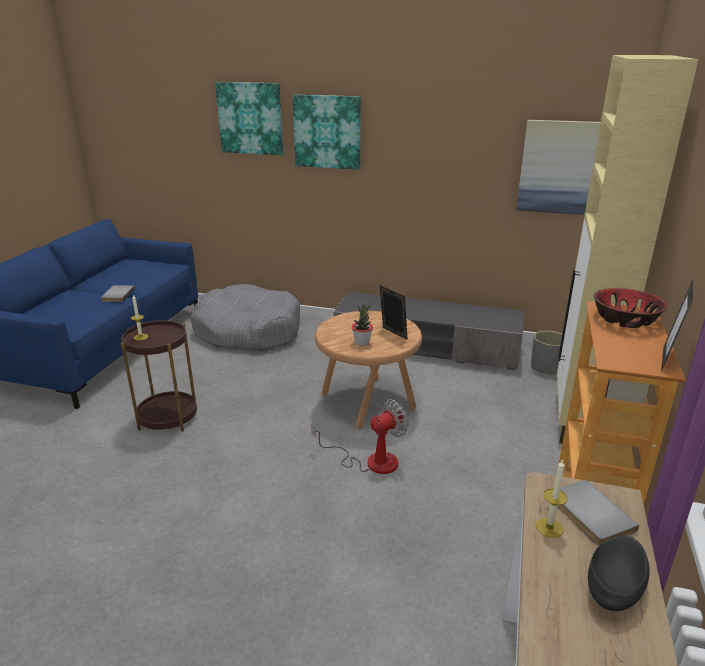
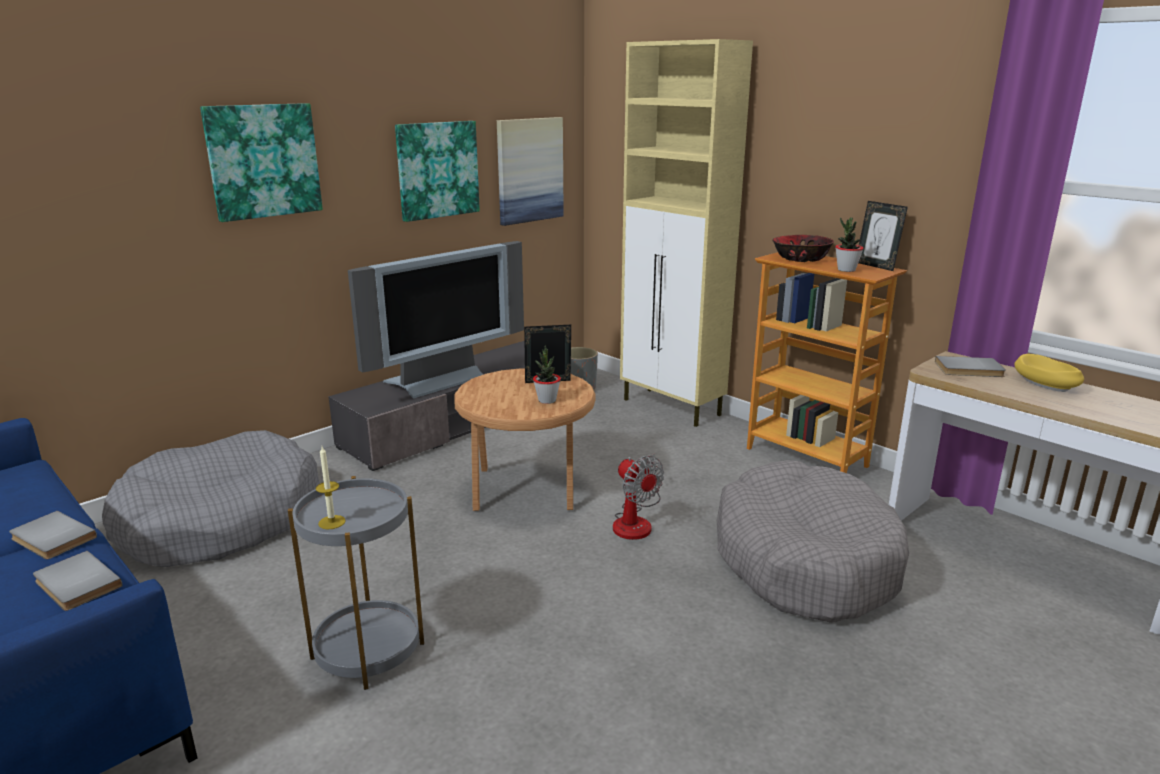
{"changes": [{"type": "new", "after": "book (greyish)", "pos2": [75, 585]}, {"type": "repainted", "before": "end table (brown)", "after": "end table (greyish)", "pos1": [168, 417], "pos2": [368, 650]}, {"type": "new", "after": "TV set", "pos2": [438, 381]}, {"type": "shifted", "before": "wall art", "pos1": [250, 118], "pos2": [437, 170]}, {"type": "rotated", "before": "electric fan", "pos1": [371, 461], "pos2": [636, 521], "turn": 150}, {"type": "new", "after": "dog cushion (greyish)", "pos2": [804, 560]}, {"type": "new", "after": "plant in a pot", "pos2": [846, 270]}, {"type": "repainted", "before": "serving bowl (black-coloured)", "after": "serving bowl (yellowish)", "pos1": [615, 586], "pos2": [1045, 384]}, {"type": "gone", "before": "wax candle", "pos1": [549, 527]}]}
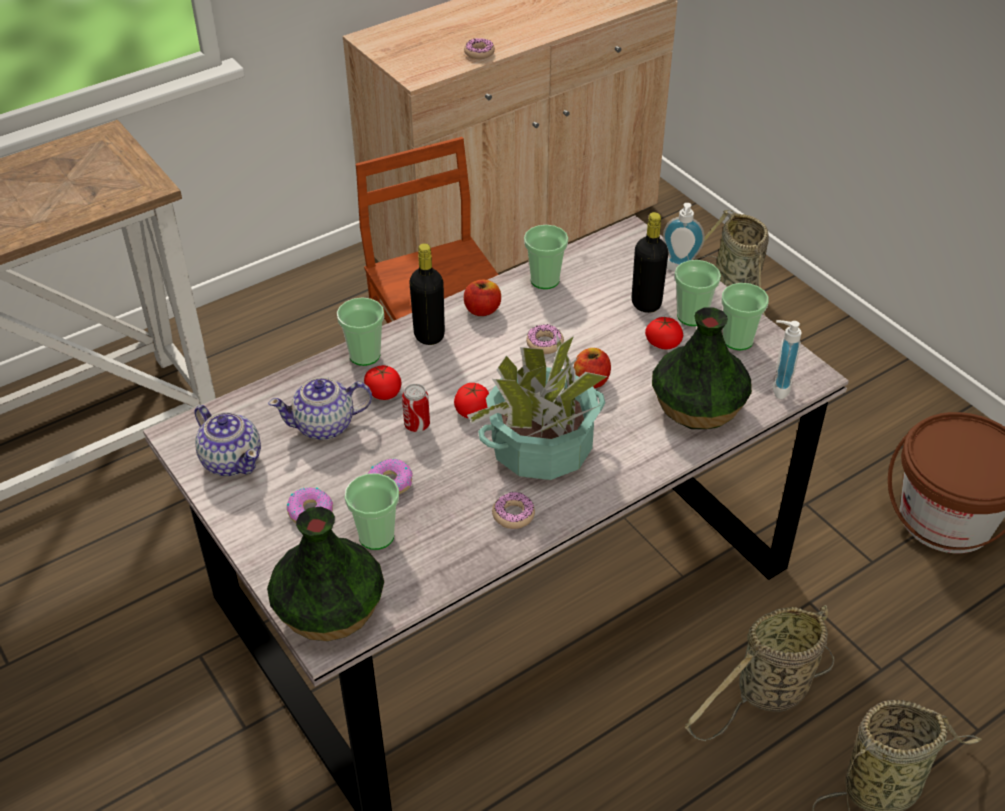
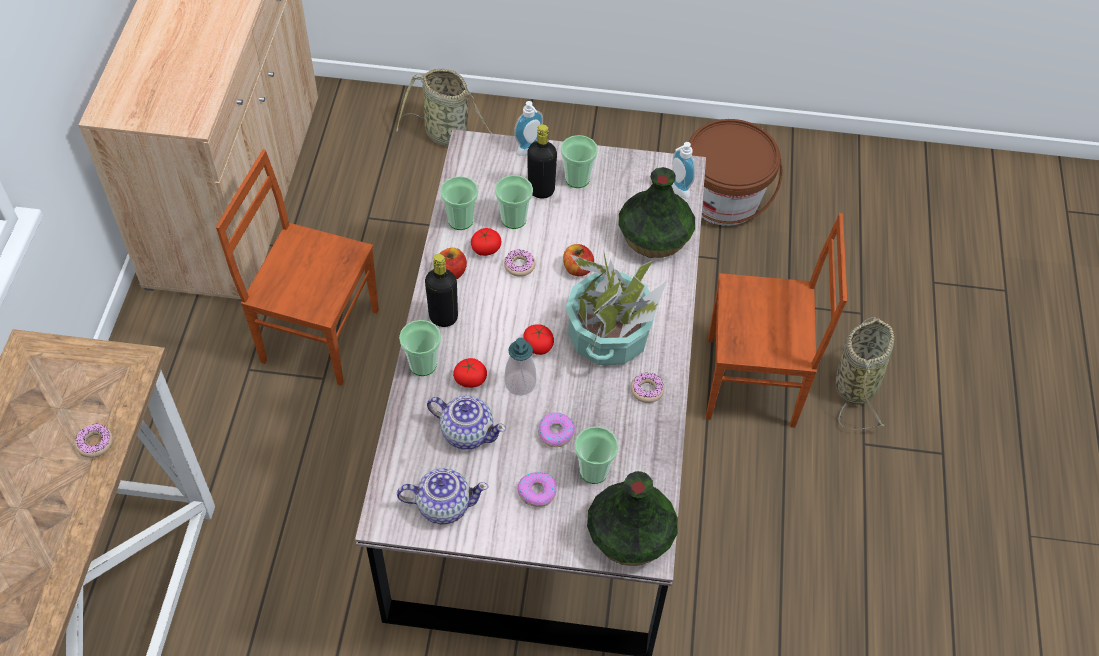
{"changes": [{"type": "shifted", "before": "ring doughnut", "pos1": [479, 53], "pos2": [95, 443]}, {"type": "rotated", "before": "tea pot", "pos1": [325, 425], "pos2": [467, 432], "turn": -90}, {"type": "shifted", "before": "fresh tomato", "pos1": [663, 343], "pos2": [486, 248]}, {"type": "shifted", "before": "cup", "pos1": [738, 340], "pos2": [513, 219]}, {"type": "swapped", "before": "can", "after": "soap bottle", "pos1": [417, 425], "pos2": [520, 383]}, {"type": "swapped", "before": "household basket", "after": "upright chair (brown)", "pos1": [768, 694], "pos2": [753, 383]}]}
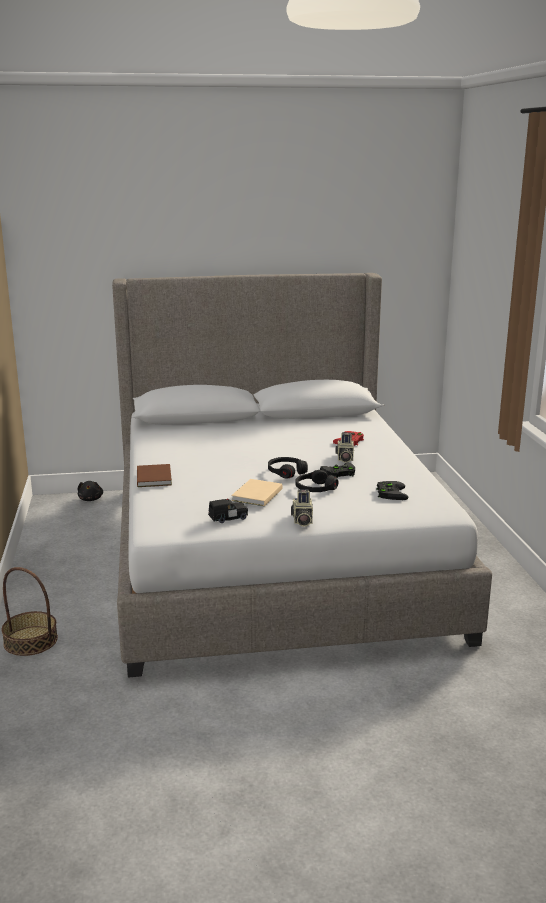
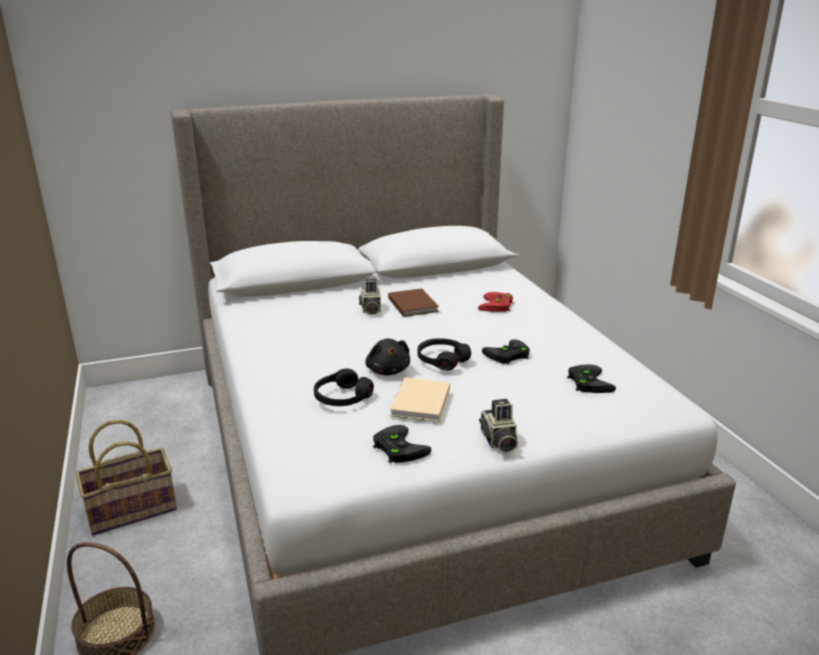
{"changes": [{"type": "new", "after": "household basket", "pos2": [132, 509]}, {"type": "shifted", "before": "pair of headphones (black-coloured)", "pos1": [315, 489], "pos2": [342, 397]}, {"type": "shifted", "before": "photo camera", "pos1": [344, 458], "pos2": [370, 310]}, {"type": "shifted", "before": "plush toy (black-coloured)", "pos1": [91, 499], "pos2": [388, 370]}, {"type": "swapped", "before": "toy car (black-coloured)", "after": "joypad (black-coloured)", "pos1": [229, 518], "pos2": [397, 448]}, {"type": "shifted", "before": "book (brown)", "pos1": [154, 477], "pos2": [413, 304]}]}
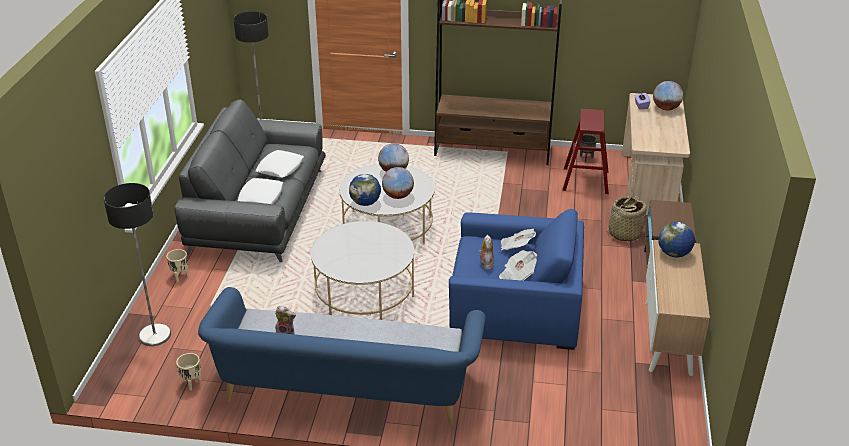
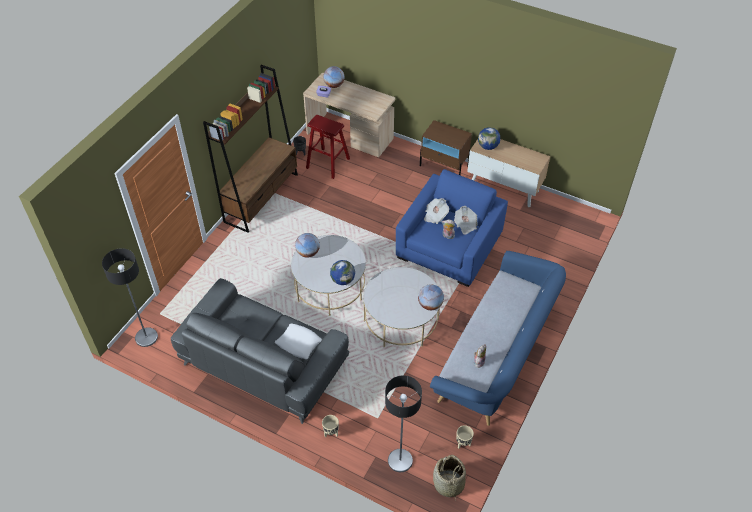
{"changes": [{"type": "shifted", "before": "desk globe", "pos1": [398, 196], "pos2": [430, 305]}, {"type": "shifted", "before": "household basket", "pos1": [624, 234], "pos2": [448, 484]}, {"type": "gone", "before": "cushion (white)", "pos1": [280, 168]}]}
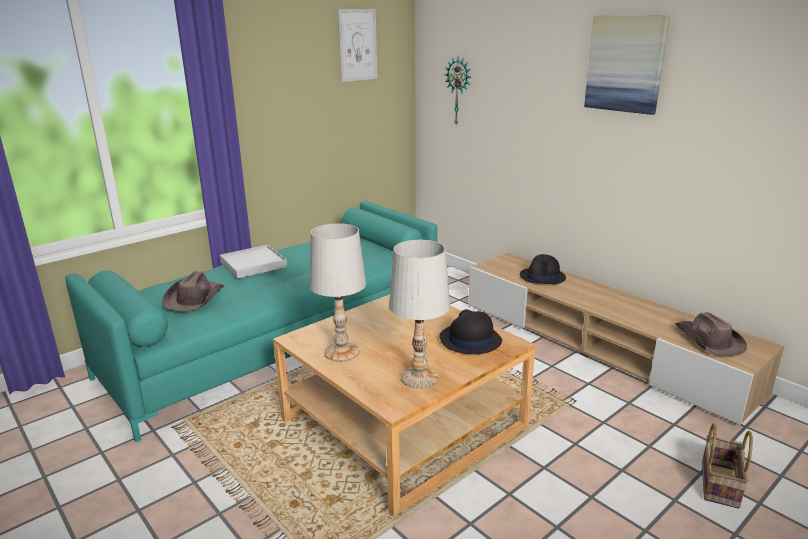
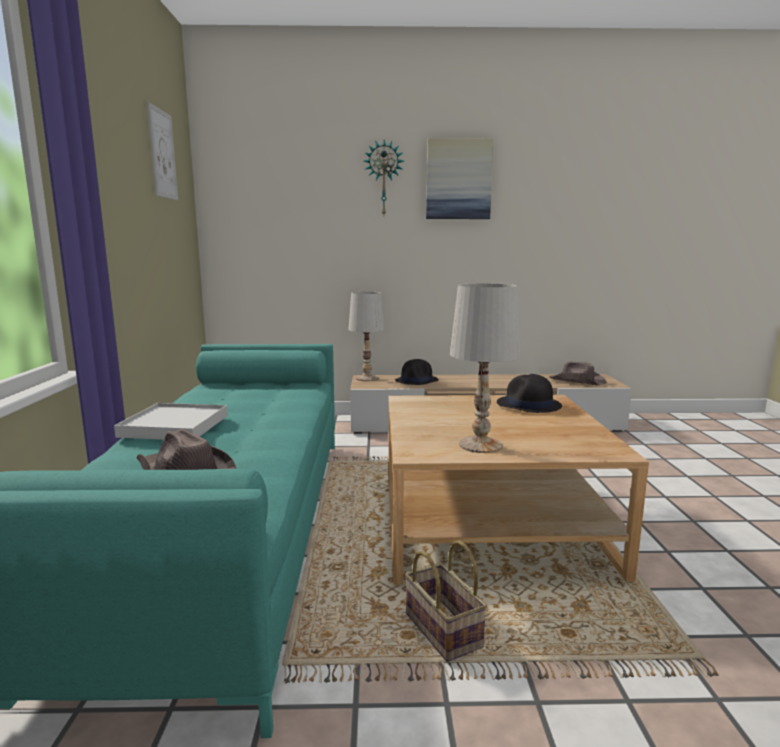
{"changes": [{"type": "shifted", "before": "table lamp (white)", "pos1": [419, 378], "pos2": [367, 378]}, {"type": "shifted", "before": "clock on the wall", "pos1": [459, 91], "pos2": [383, 178]}, {"type": "shifted", "before": "household basket", "pos1": [718, 483], "pos2": [440, 630]}]}
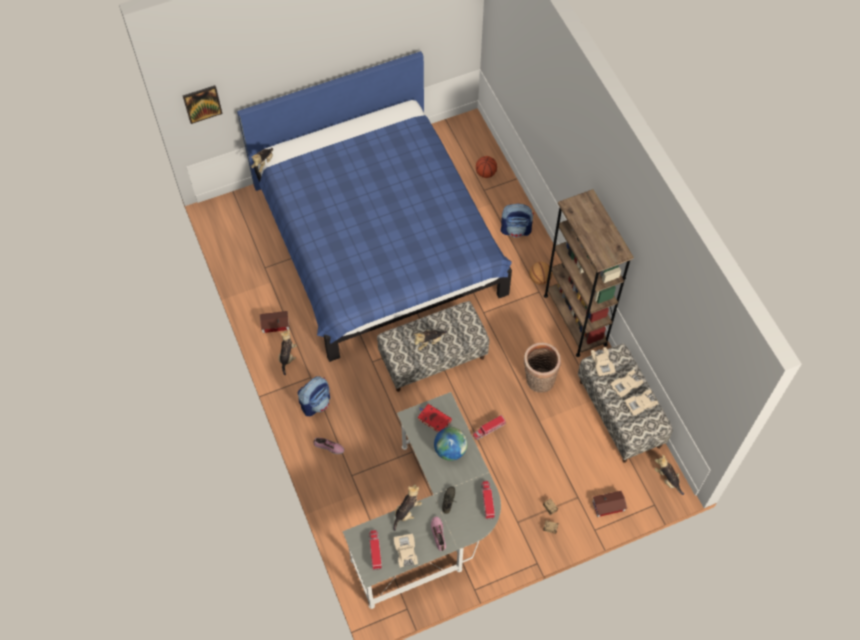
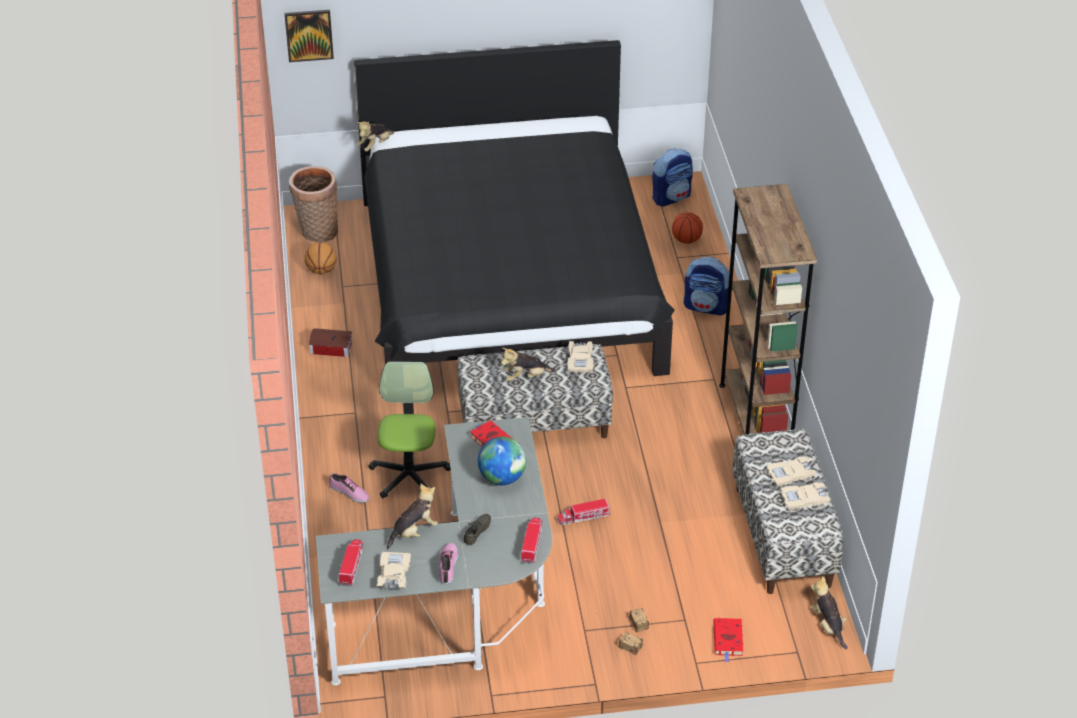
{"changes": [{"type": "shifted", "before": "household basket", "pos1": [538, 381], "pos2": [317, 232]}, {"type": "shifted", "before": "basketball", "pos1": [539, 279], "pos2": [321, 270]}, {"type": "repainted", "before": "sleeping bed (blue)", "after": "sleeping bed (black-coloured)", "pos1": [378, 241], "pos2": [507, 285]}, {"type": "new", "after": "desk chair", "pos2": [409, 475]}, {"type": "shifted", "before": "toy car (beige-coloured)", "pos1": [602, 364], "pos2": [580, 361]}, {"type": "shifted", "before": "knapsack", "pos1": [316, 403], "pos2": [671, 197]}, {"type": "swapped", "before": "model house", "after": "book (red-coloured)", "pos1": [609, 506], "pos2": [728, 640]}, {"type": "gone", "before": "plush toy", "pos1": [287, 356]}]}
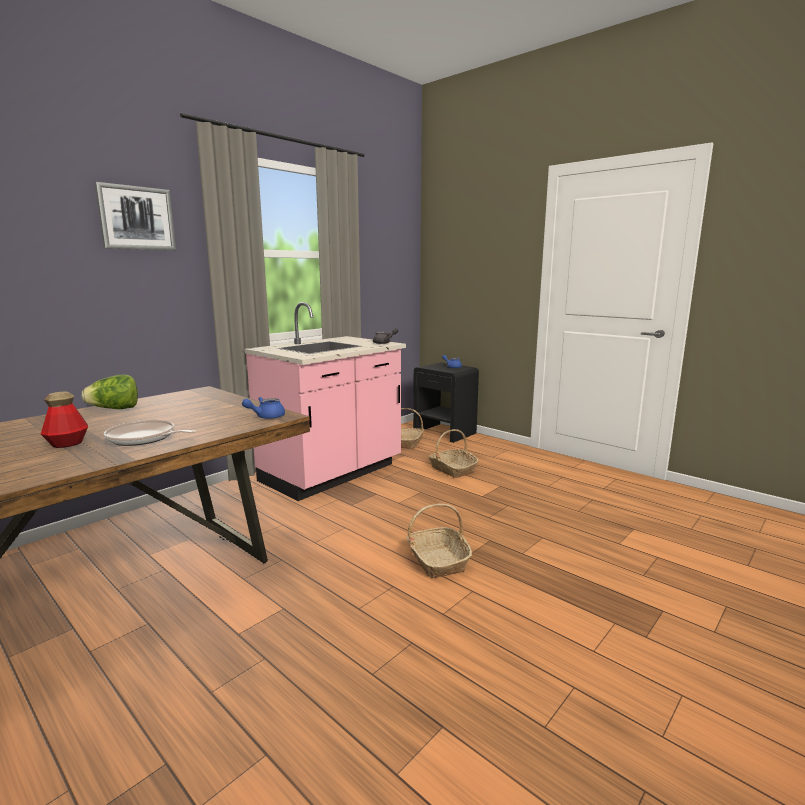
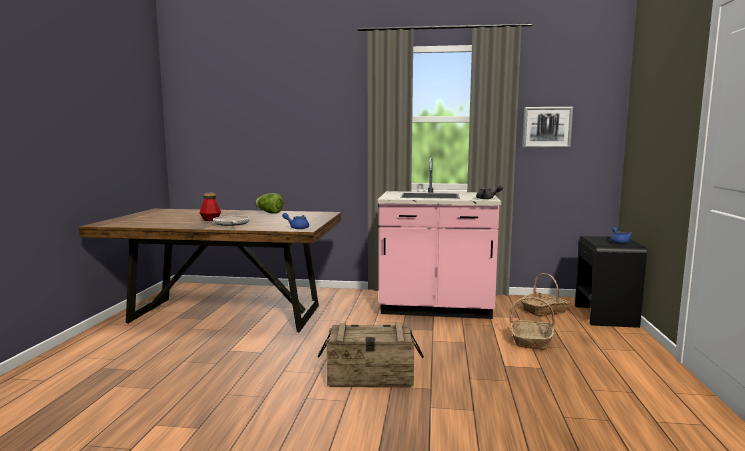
{"changes": [{"type": "swapped", "before": "household basket", "after": "crate", "pos1": [437, 560], "pos2": [370, 377]}, {"type": "shifted", "before": "wall art", "pos1": [136, 218], "pos2": [547, 127]}]}
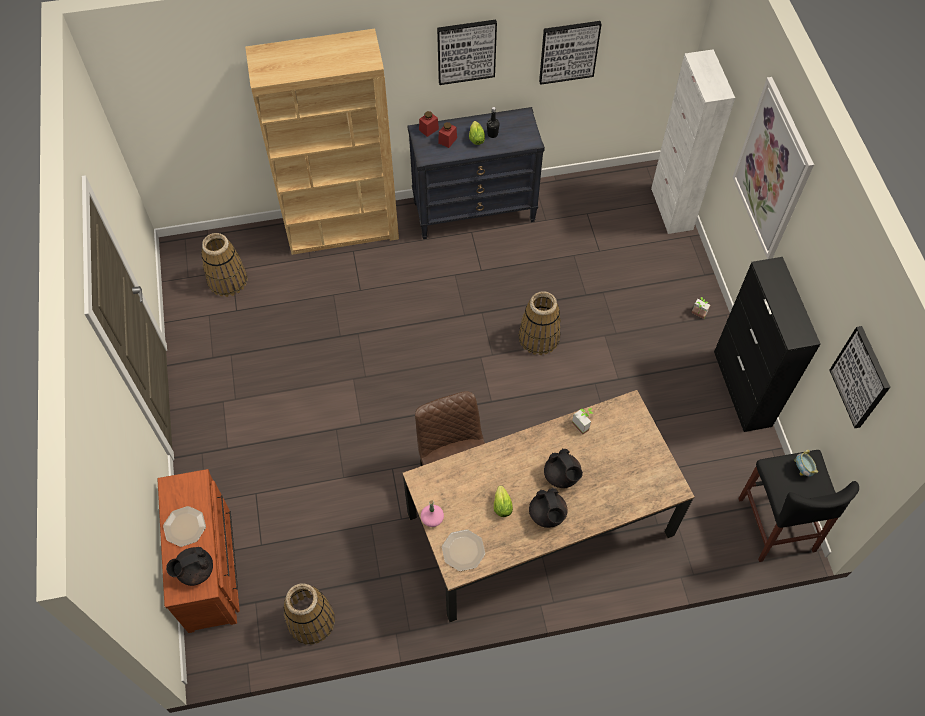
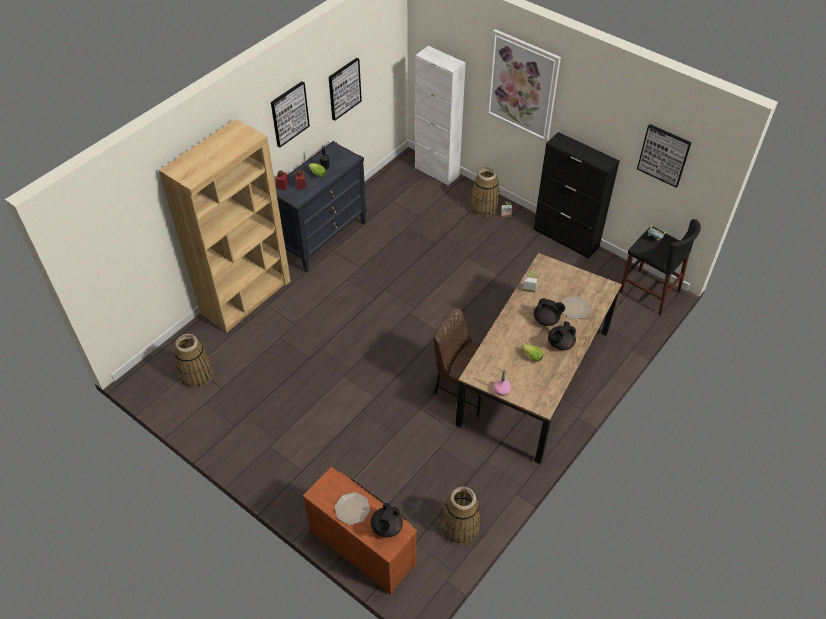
{"changes": [{"type": "shifted", "before": "household basket", "pos1": [539, 337], "pos2": [484, 207]}, {"type": "rotated", "before": "tea pot (black-coloured)", "pos1": [547, 515], "pos2": [560, 344], "turn": 105}, {"type": "shifted", "before": "plate", "pos1": [463, 550], "pos2": [574, 308]}]}
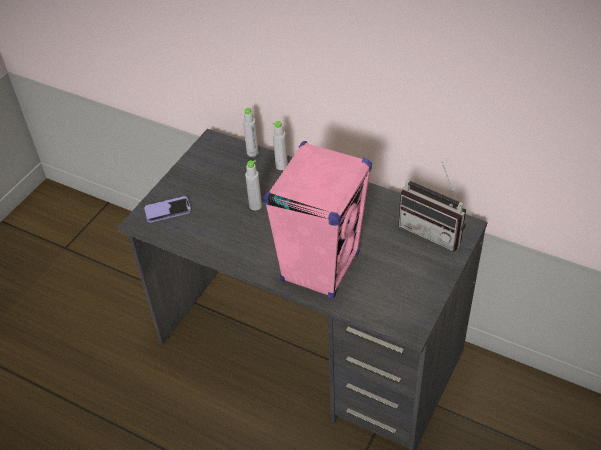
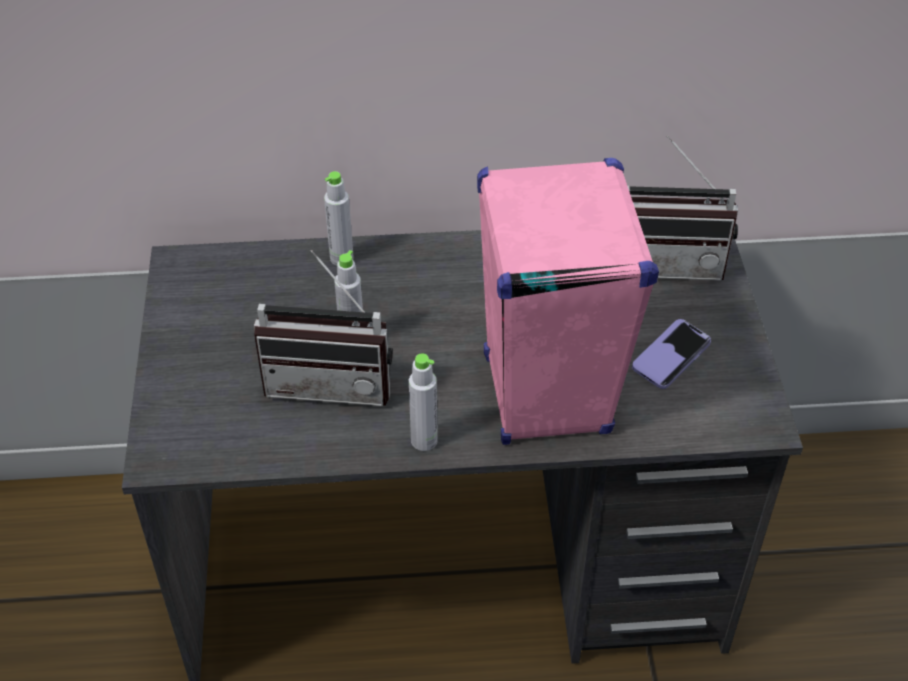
{"changes": [{"type": "new", "after": "radio", "pos2": [331, 381]}, {"type": "shifted", "before": "bottle (greyish)", "pos1": [252, 152], "pos2": [424, 440]}, {"type": "shifted", "before": "handset", "pos1": [168, 210], "pos2": [671, 356]}]}
